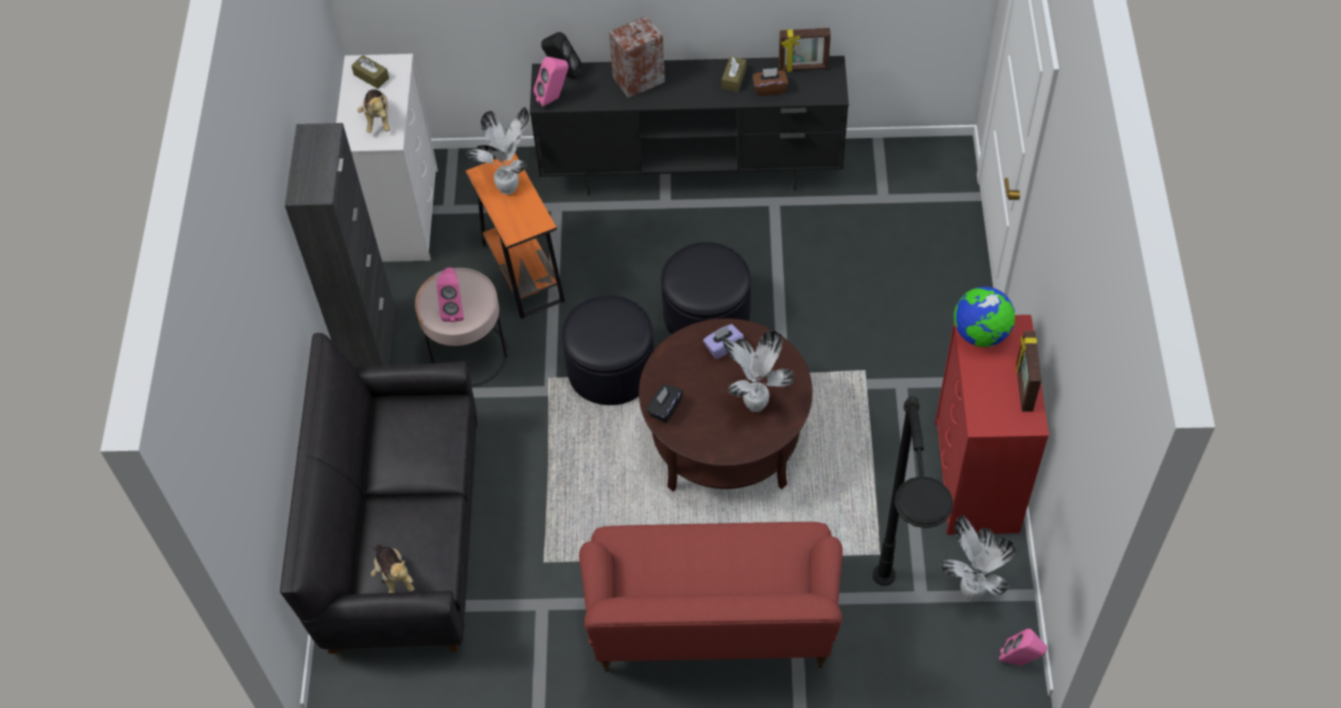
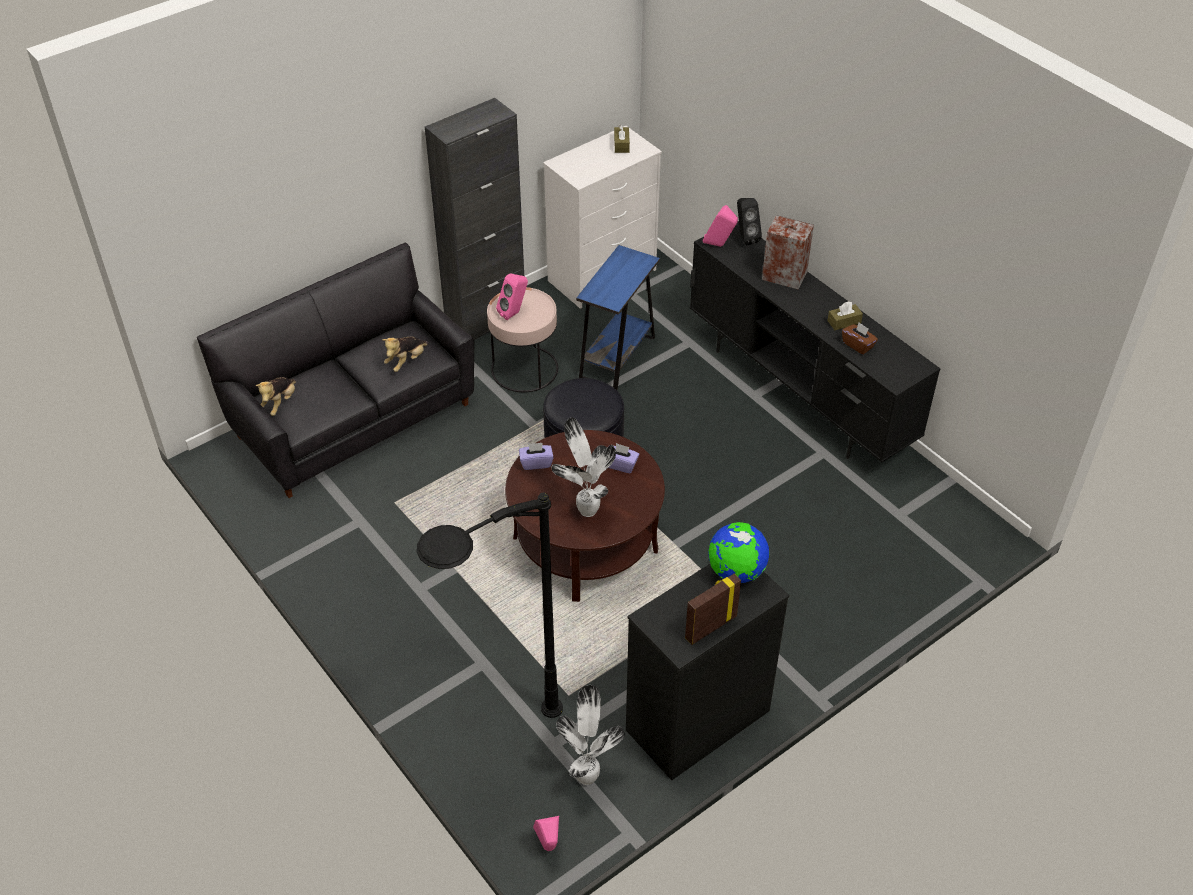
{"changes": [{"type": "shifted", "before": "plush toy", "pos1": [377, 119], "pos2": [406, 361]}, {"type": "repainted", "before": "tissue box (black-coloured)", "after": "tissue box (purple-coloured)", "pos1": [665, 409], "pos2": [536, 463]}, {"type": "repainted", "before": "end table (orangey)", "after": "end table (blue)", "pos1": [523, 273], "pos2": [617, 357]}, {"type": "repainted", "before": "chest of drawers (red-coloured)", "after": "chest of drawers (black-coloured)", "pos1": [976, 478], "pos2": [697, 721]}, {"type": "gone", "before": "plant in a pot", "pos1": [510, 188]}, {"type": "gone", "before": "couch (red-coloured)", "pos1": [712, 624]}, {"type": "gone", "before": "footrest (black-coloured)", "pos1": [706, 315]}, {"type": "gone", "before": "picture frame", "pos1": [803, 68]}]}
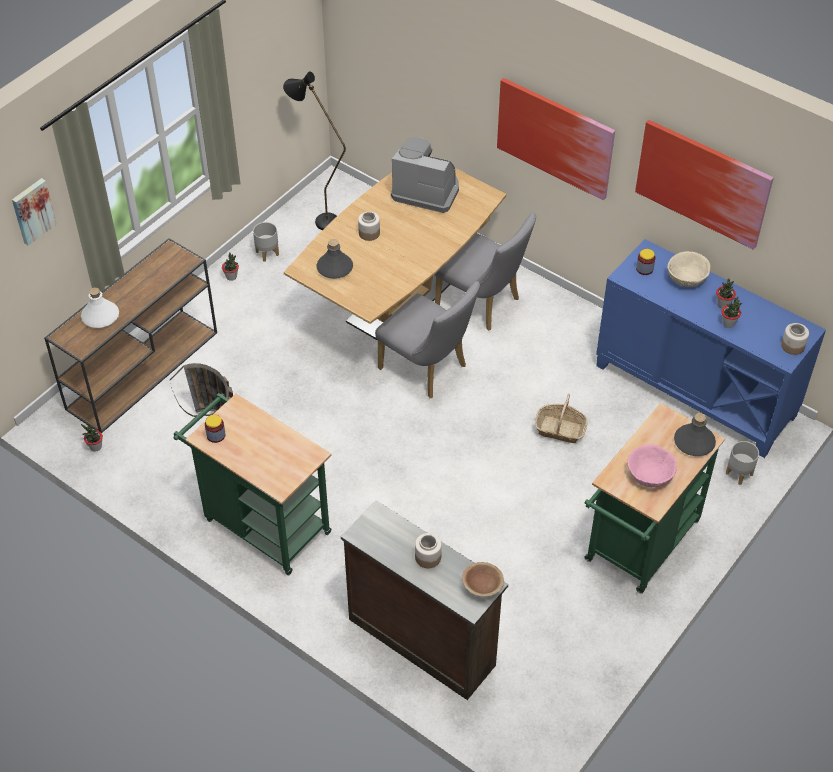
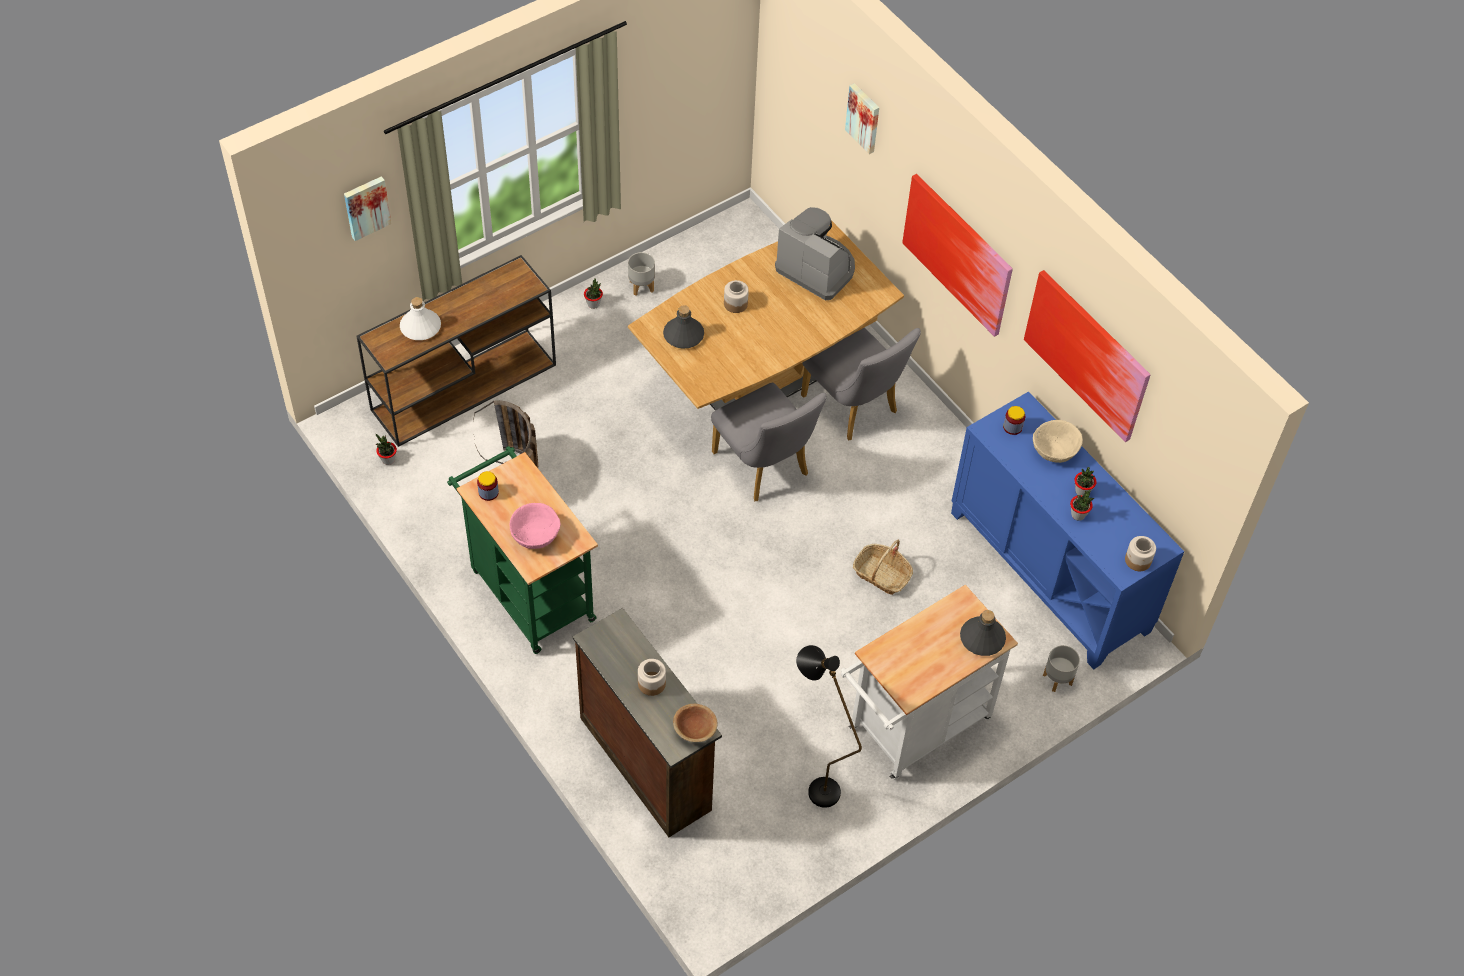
{"changes": [{"type": "shifted", "before": "serving bowl (pinkish)", "pos1": [649, 475], "pos2": [535, 535]}, {"type": "shifted", "before": "standard lamp (black-coloured)", "pos1": [319, 219], "pos2": [815, 785]}, {"type": "repainted", "before": "wheeled cart (green-coloured)", "after": "wheeled cart (white)", "pos1": [638, 547], "pos2": [913, 728]}, {"type": "new", "after": "wall art", "pos2": [864, 117]}]}
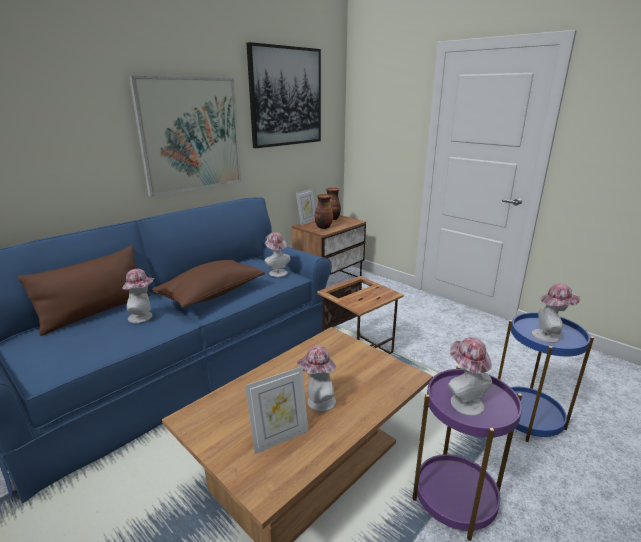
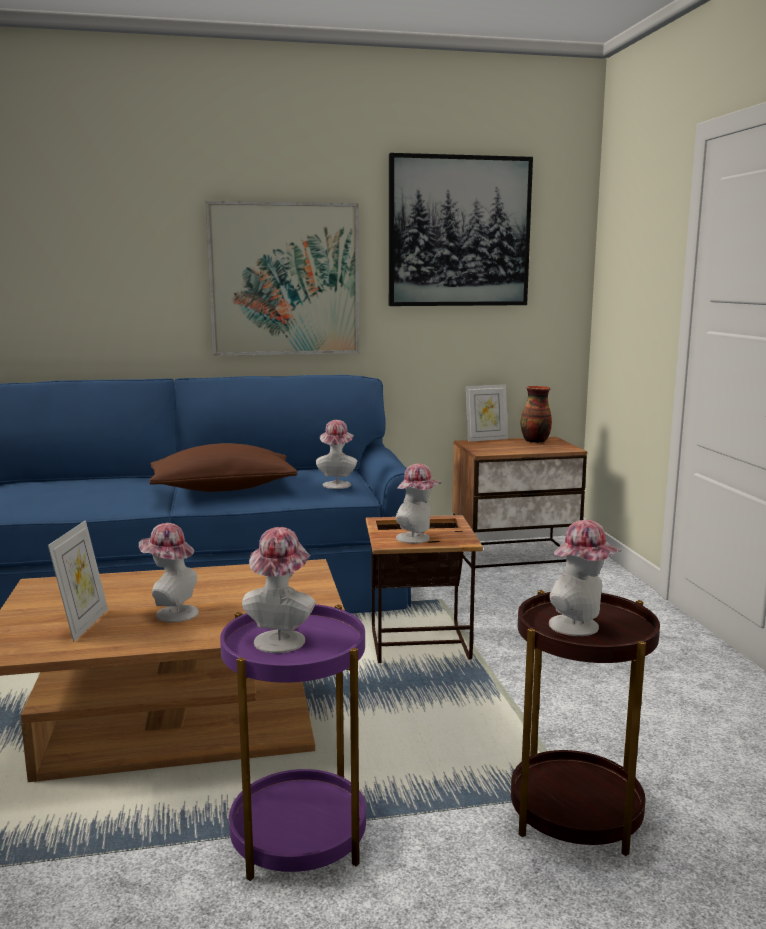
{"changes": [{"type": "rotated", "before": "picture frame", "pos1": [280, 438], "pos2": [83, 624], "turn": -90}, {"type": "shifted", "before": "wearable hat", "pos1": [143, 317], "pos2": [417, 538]}, {"type": "repainted", "before": "end table (blue)", "after": "end table (brown)", "pos1": [528, 418], "pos2": [575, 813]}, {"type": "gone", "before": "cushion (brown)", "pos1": [97, 312]}, {"type": "gone", "before": "flower vase", "pos1": [323, 227]}]}
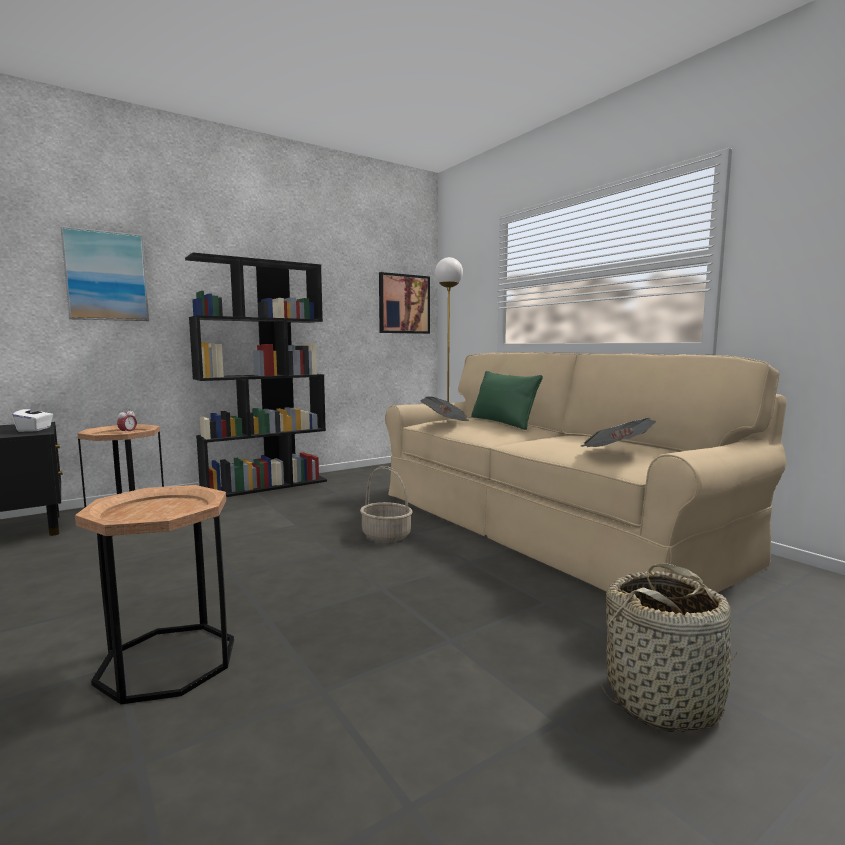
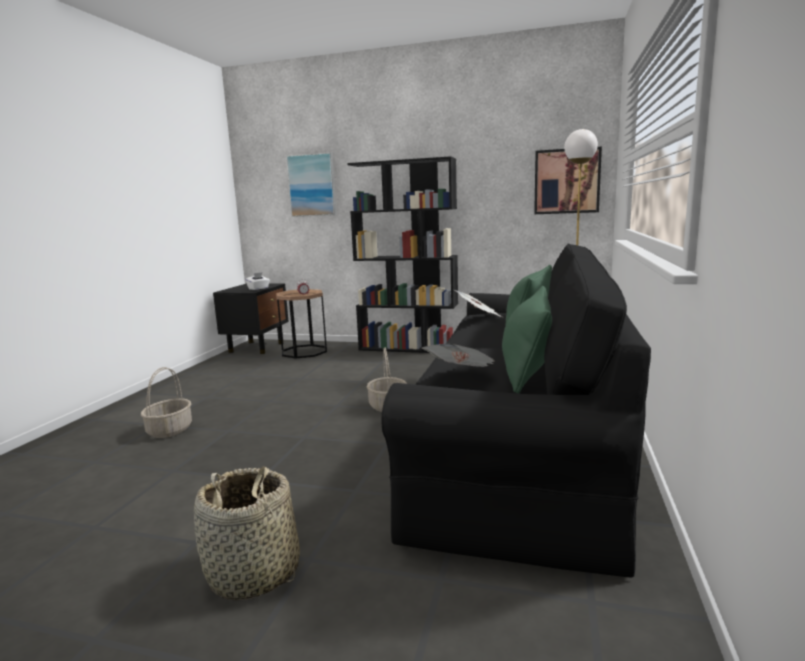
{"changes": [{"type": "swapped", "before": "end table (brown)", "after": "household basket", "pos1": [167, 661], "pos2": [169, 430]}, {"type": "repainted", "before": "couch (beige-coloured)", "after": "couch (black-coloured)", "pos1": [541, 524], "pos2": [518, 440]}, {"type": "new", "after": "cushion (green-coloured)", "pos2": [528, 369]}]}
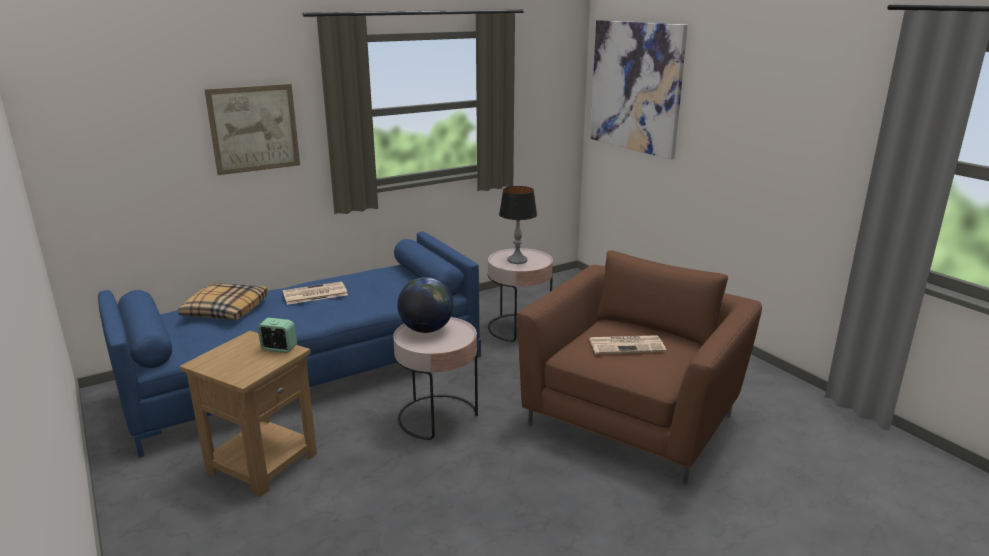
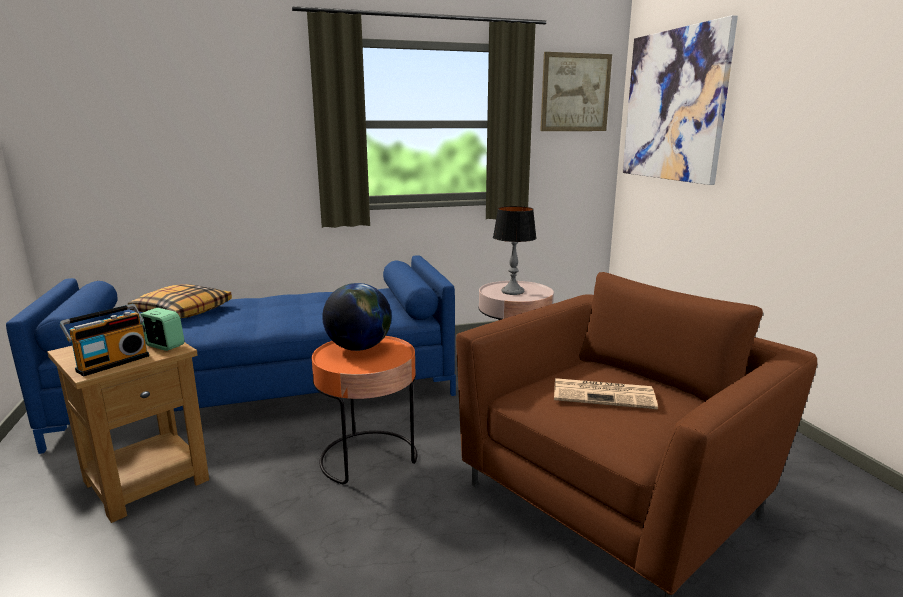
{"changes": [{"type": "new", "after": "radio", "pos2": [112, 363]}, {"type": "repainted", "before": "end table (pinkish)", "after": "end table (orangey)", "pos1": [438, 417], "pos2": [369, 457]}, {"type": "shifted", "before": "wall art", "pos1": [254, 128], "pos2": [575, 92]}, {"type": "gone", "before": "newspaper", "pos1": [314, 294]}]}
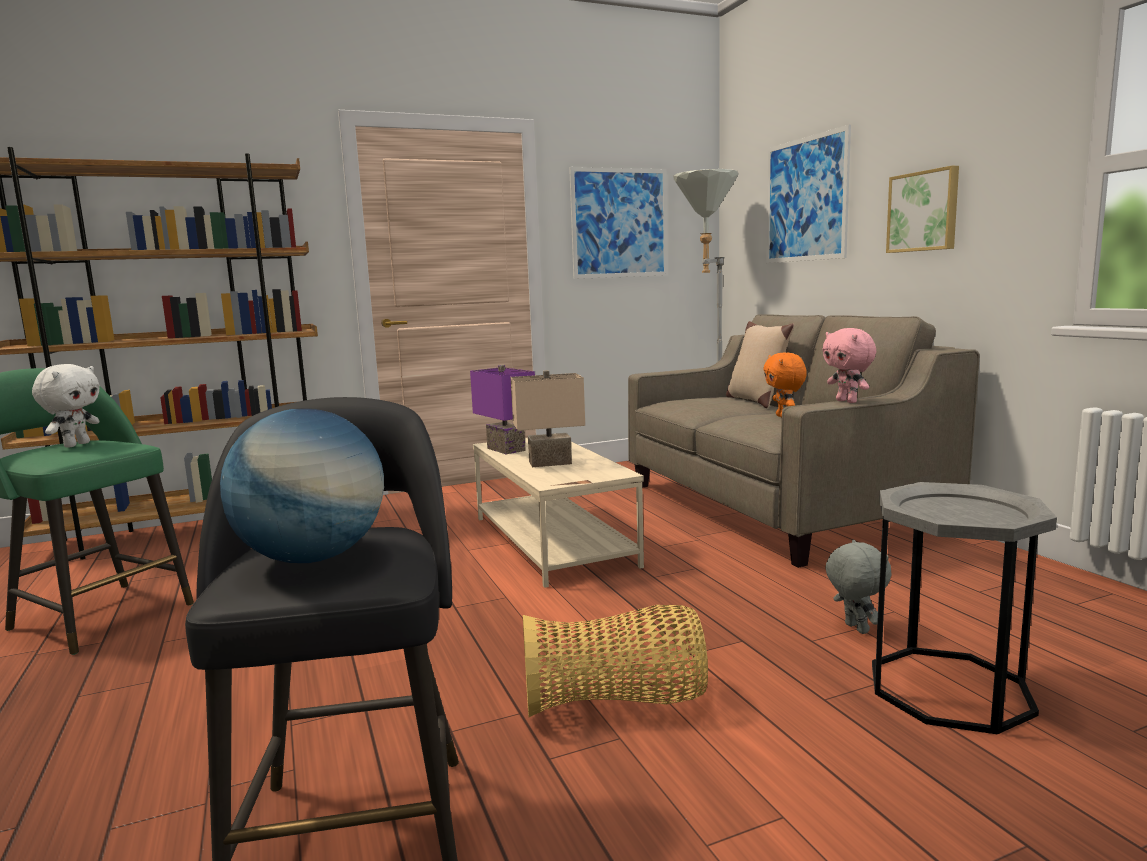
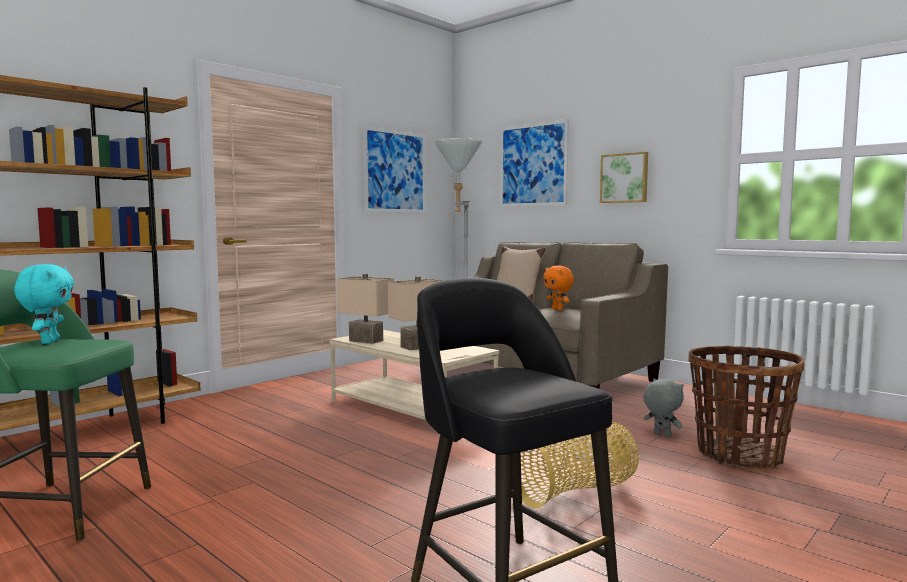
{"changes": [{"type": "repainted", "before": "plush toy (white)", "after": "plush toy (blue-green)", "pos1": [76, 445], "pos2": [48, 342]}, {"type": "repainted", "before": "table lamp (purple-coloured)", "after": "table lamp (beige-coloured)", "pos1": [508, 449], "pos2": [367, 340]}, {"type": "swapped", "before": "end table (greyish)", "after": "household basket", "pos1": [949, 688], "pos2": [738, 456]}, {"type": "gone", "before": "desk globe", "pos1": [313, 558]}, {"type": "gone", "before": "plush toy (pinkish)", "pos1": [847, 401]}]}
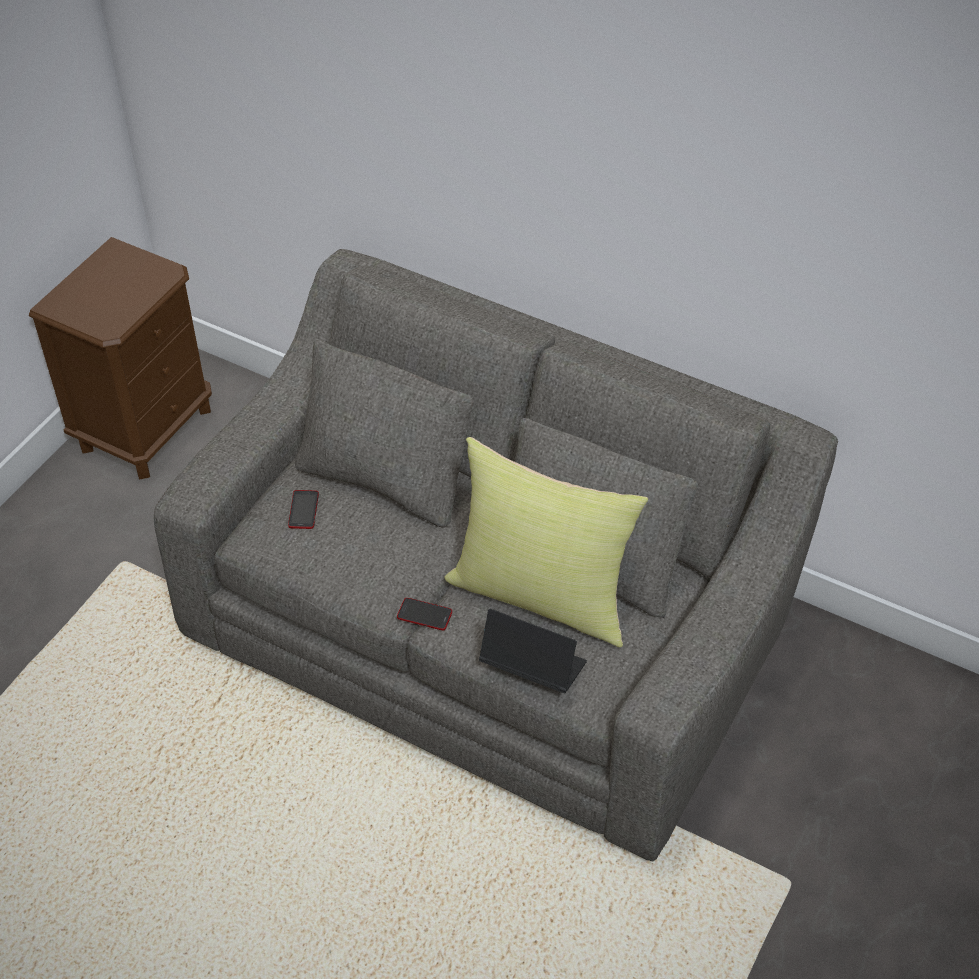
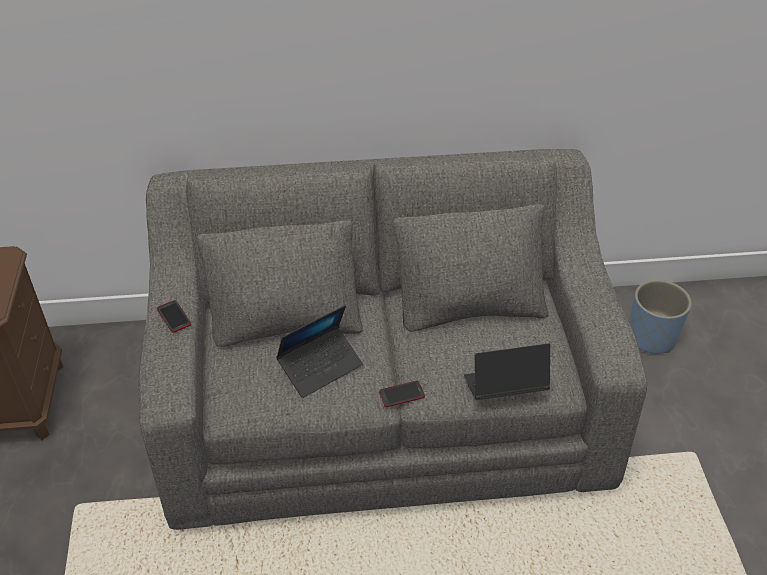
{"changes": [{"type": "shifted", "before": "handset", "pos1": [303, 510], "pos2": [174, 317]}, {"type": "new", "after": "notebook computer", "pos2": [320, 367]}, {"type": "new", "after": "planter (blue)", "pos2": [651, 337]}, {"type": "gone", "before": "cushion (yellowish)", "pos1": [542, 594]}]}
